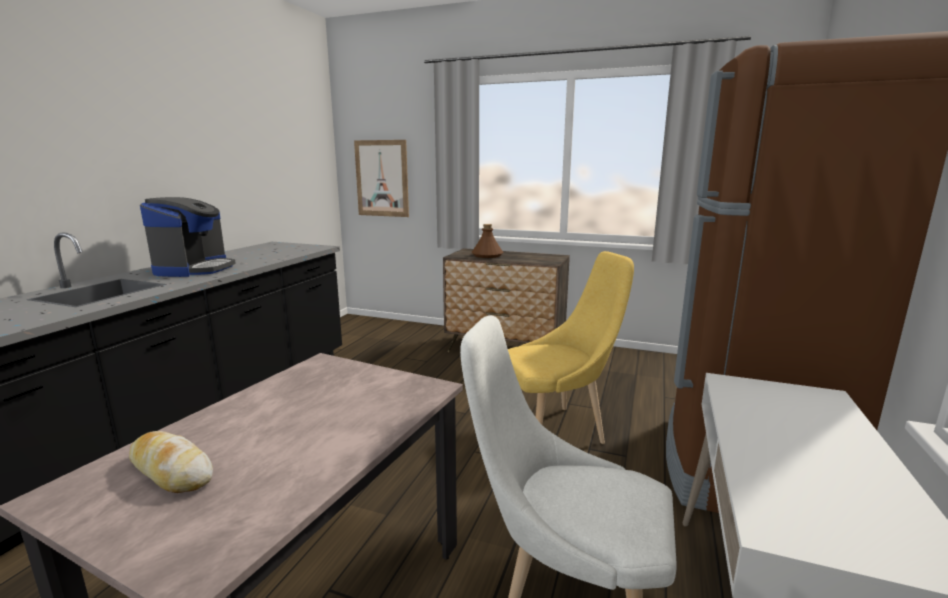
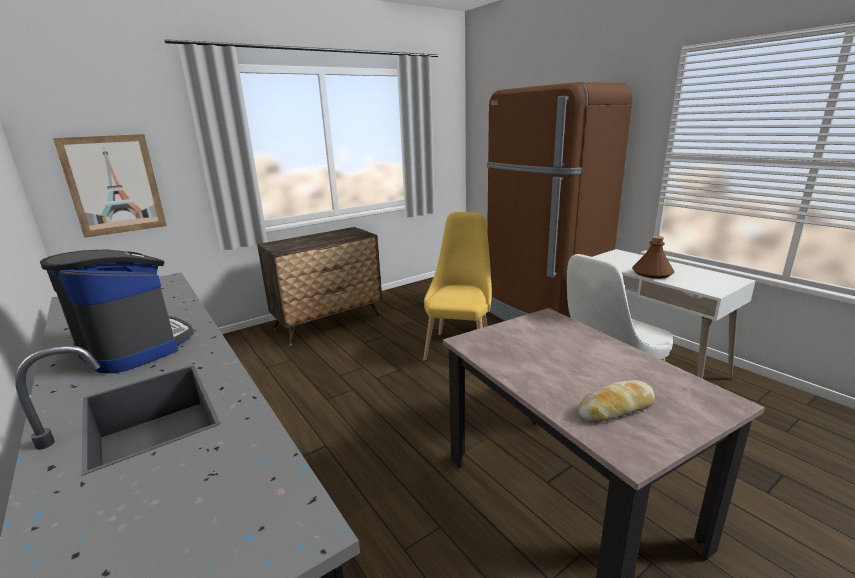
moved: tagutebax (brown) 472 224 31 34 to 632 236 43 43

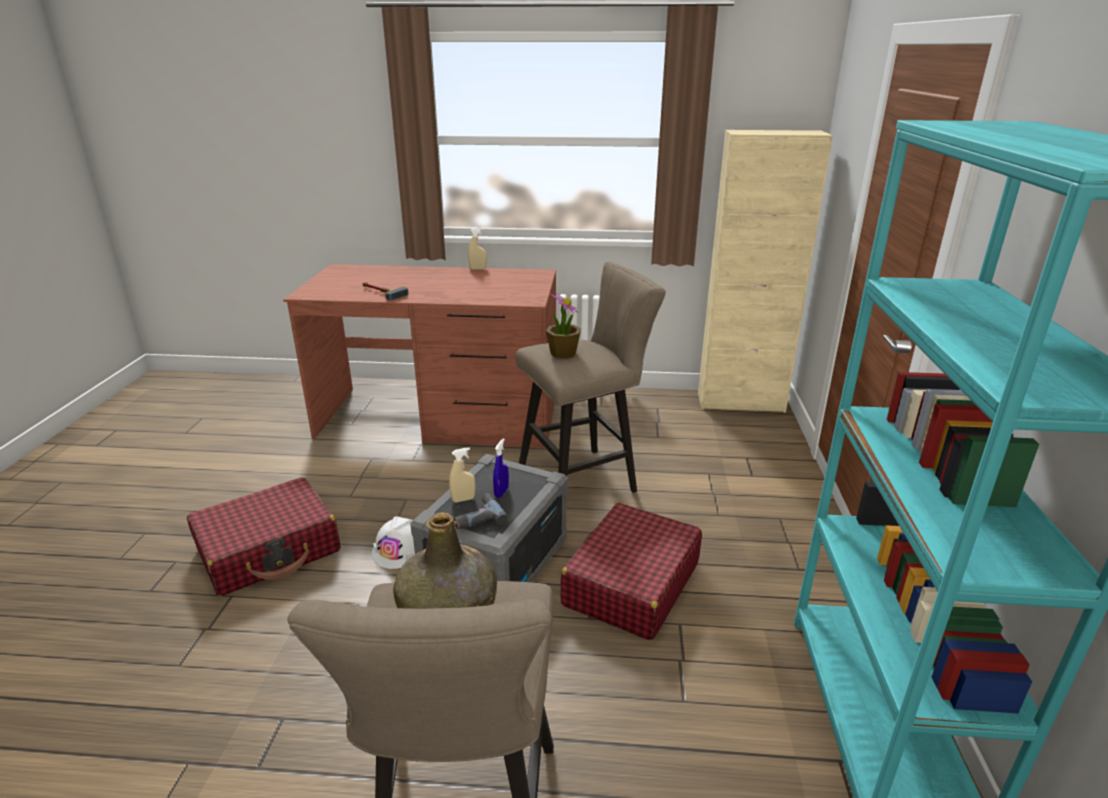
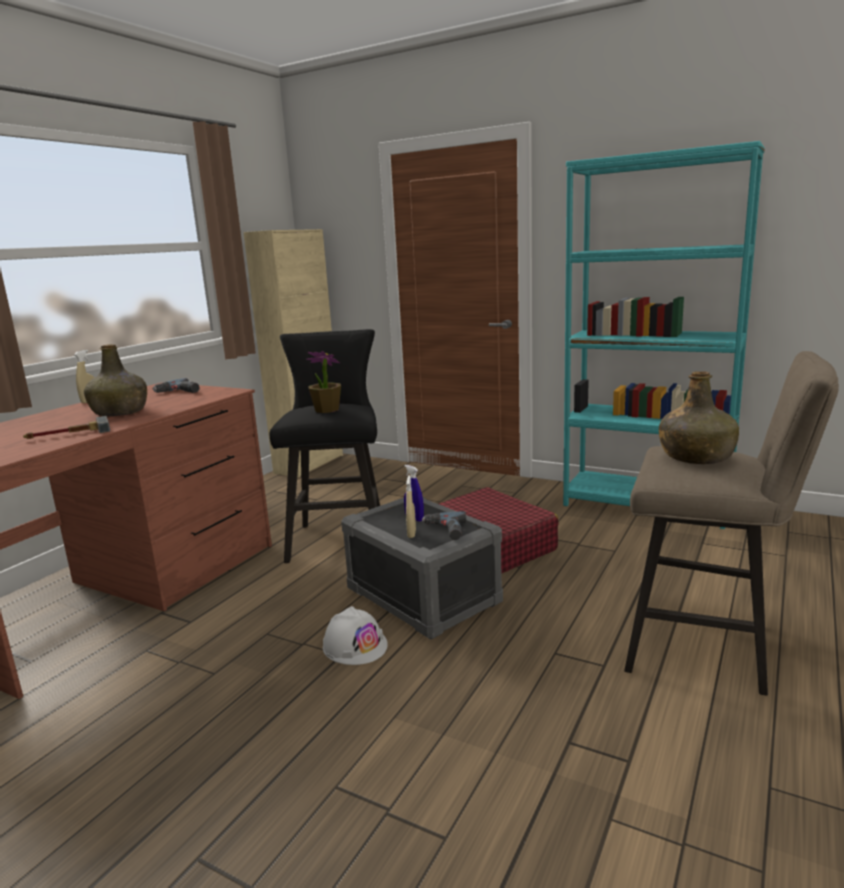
removed: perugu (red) 187 477 154 119
added: tagutebax (green) 84 344 63 72; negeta 153 378 46 15
recoloured: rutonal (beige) 516 261 150 232 to rutonal (black) 269 329 111 234

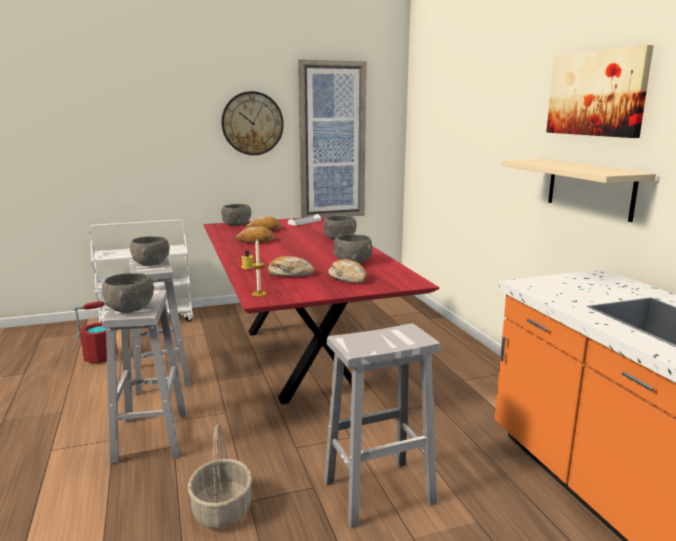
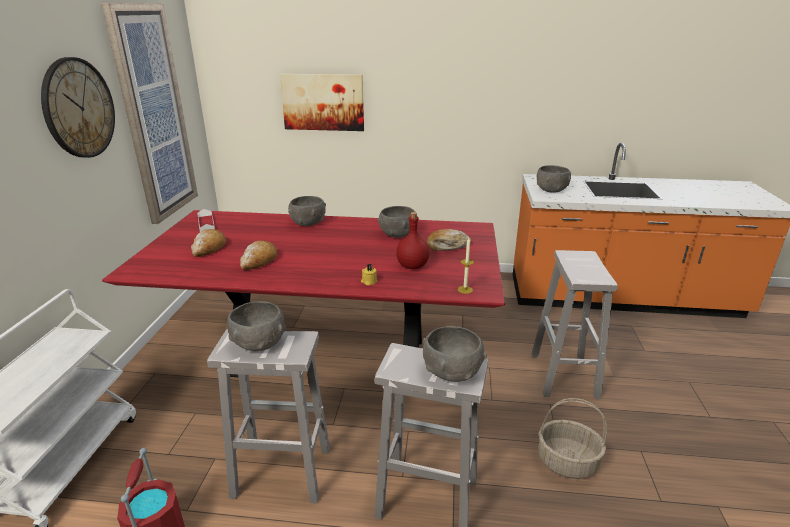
removed: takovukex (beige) 502 159 154 63
moved: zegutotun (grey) 221 204 30 22 to 537 165 34 27; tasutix 546 45 108 93 to 280 73 84 58
replaced: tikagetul 268 256 46 21 to tagutebax (red) 396 212 34 57

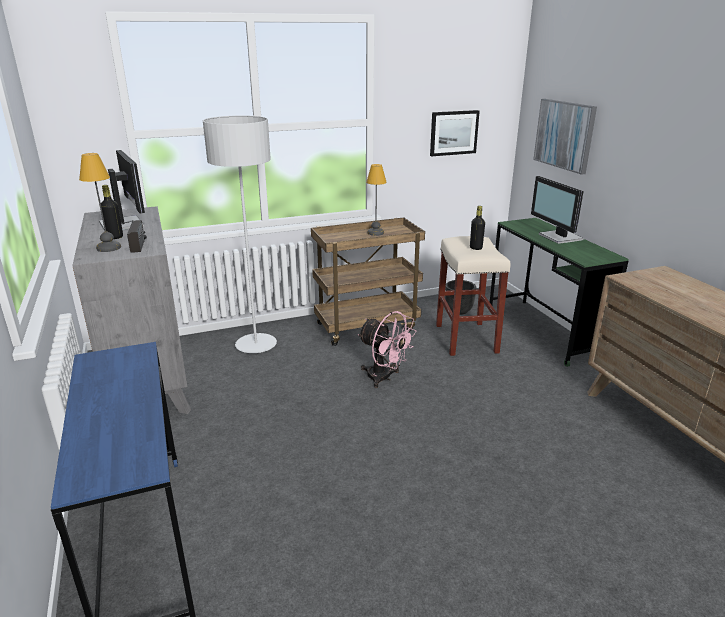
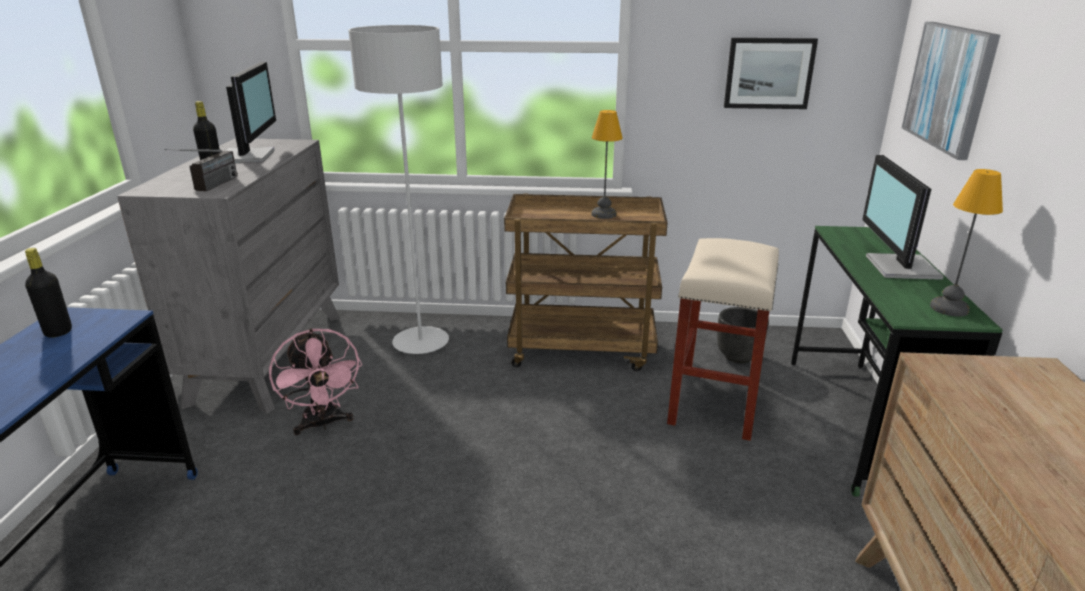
moved: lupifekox 79 153 42 99 to 930 169 73 147; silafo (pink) 358 311 59 77 to 269 328 93 107; tagutebax (black) 470 206 15 44 to 25 248 47 90

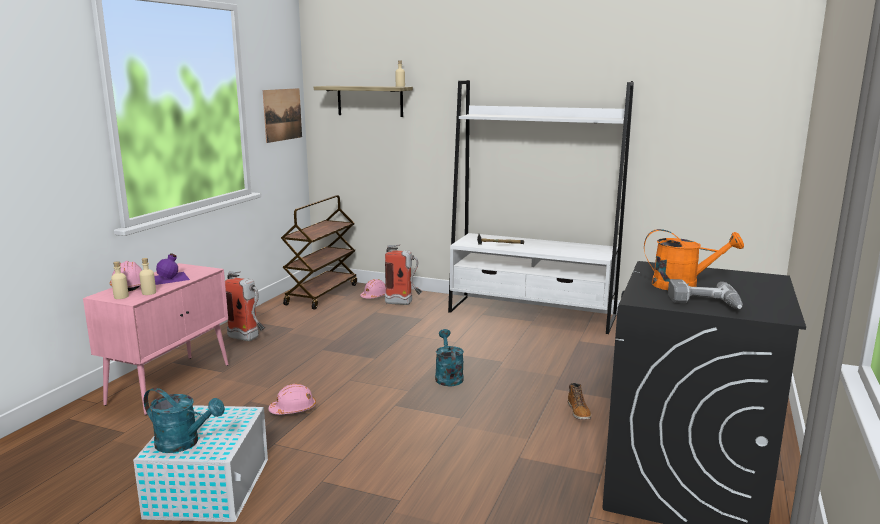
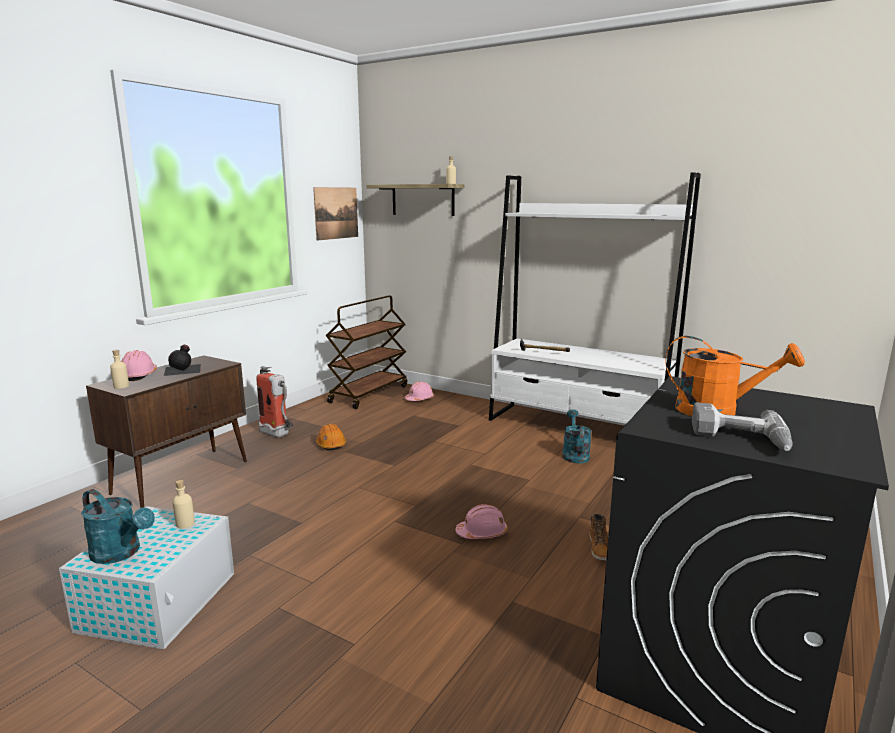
removed: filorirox 385 245 37 60
added: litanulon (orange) 316 424 30 27
moved: tagutebax (beige) 139 258 17 37 to 173 480 22 49; litanulon (pink) 268 384 48 30 to 456 504 52 35; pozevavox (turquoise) 435 329 29 57 to 562 409 30 54
recoloured: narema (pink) 83 263 146 152 to narema (brown) 86 355 161 153; tagutebax (purple) 154 253 36 32 to tagutebax (black) 164 345 37 31

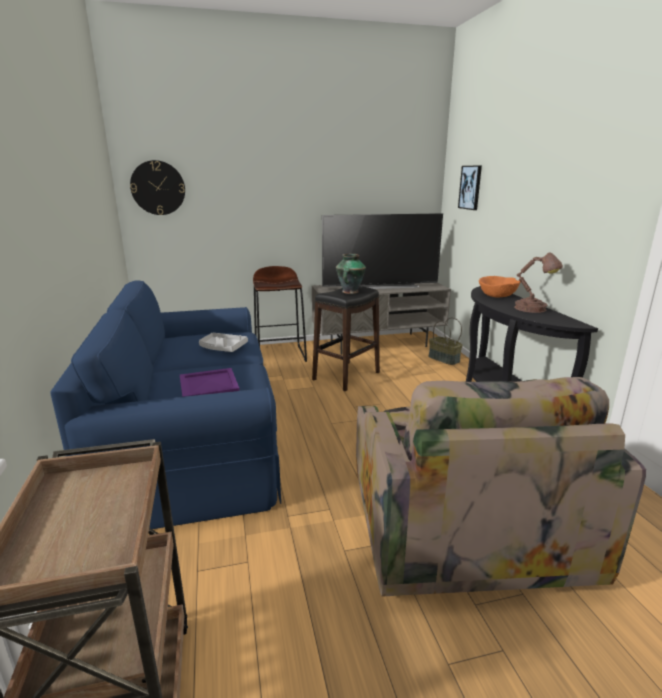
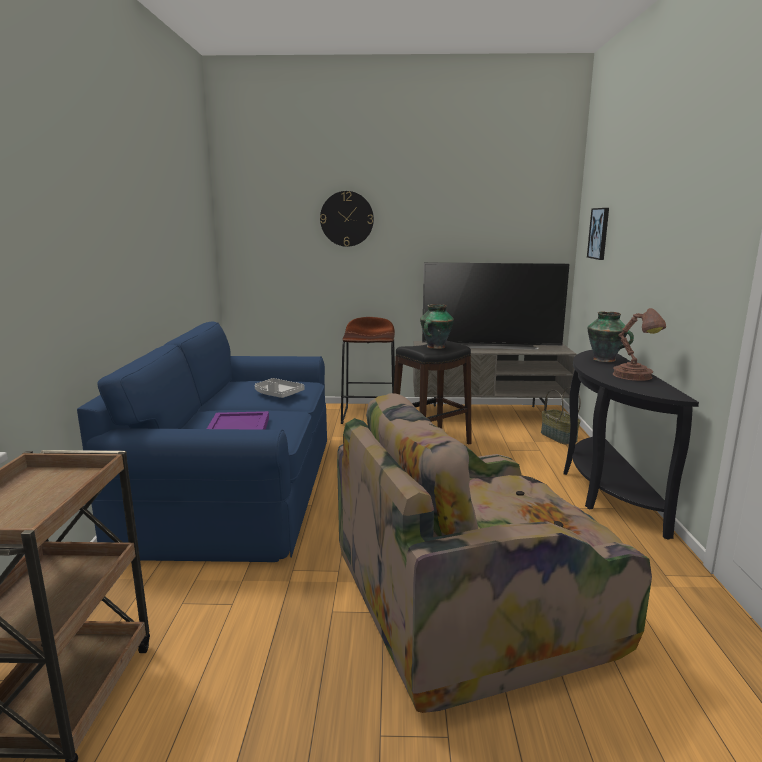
moved: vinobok 130 160 55 55 to 320 191 54 56
replaced: zegutotun (orange) 479 276 42 22 to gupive 587 311 47 51
turned: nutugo 356 377 290 220 = 337 393 315 320 60 degrees clockwise

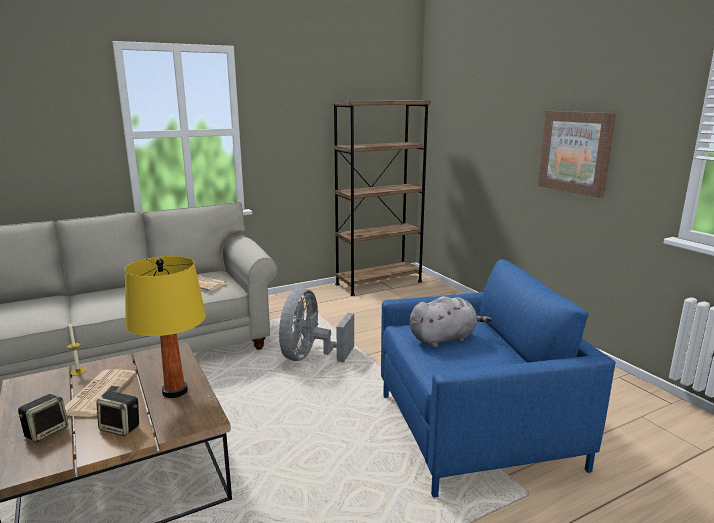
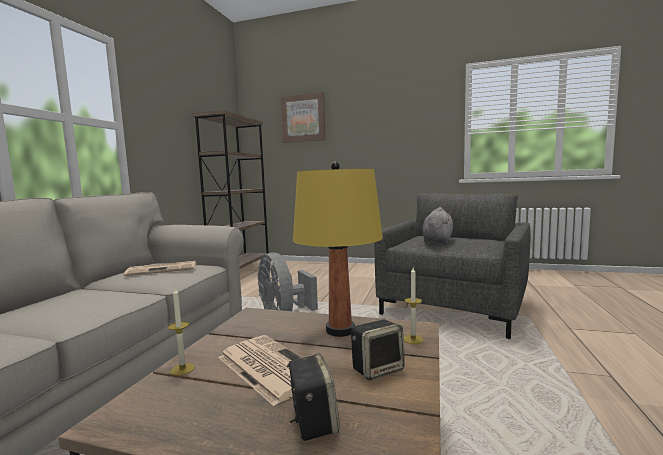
added: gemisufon 404 268 20 76
moved: tasutix 538 111 78 87 to 280 92 46 51
recoloured: nutugo (blue) 381 259 235 239 to nutugo (grey) 374 193 157 146

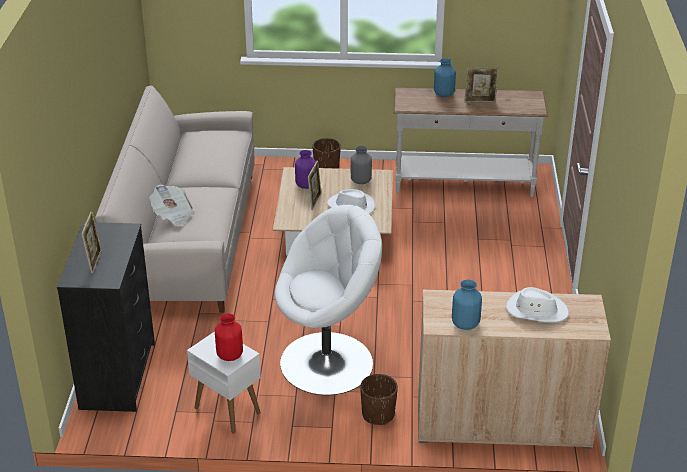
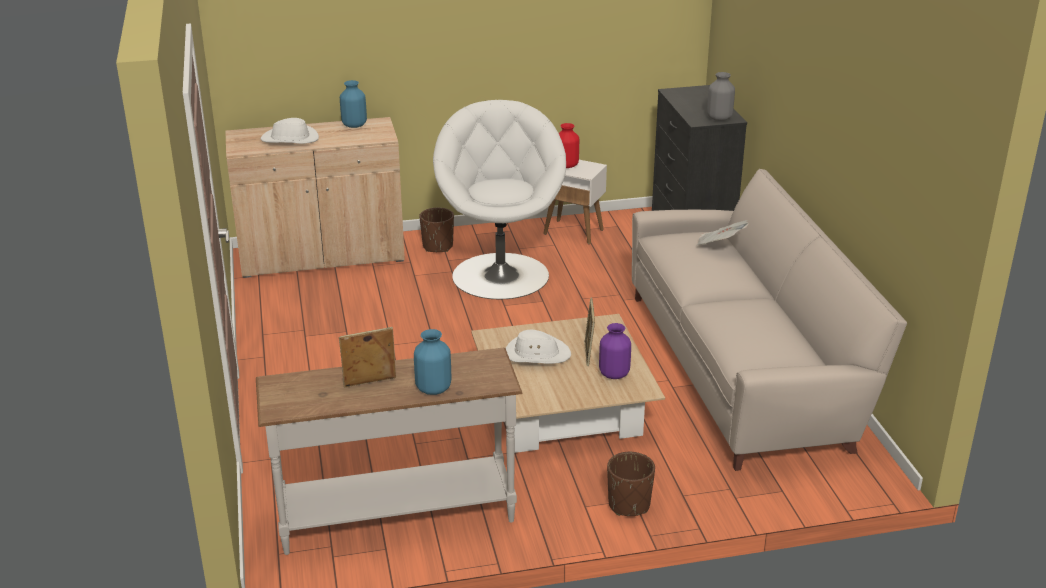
removed: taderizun 81 211 20 63
moved: gupive (grey) 351 146 21 38 to 707 72 28 49
turned: nutugo (white) 275 205 107 190 = 433 100 133 199 120 degrees clockwise

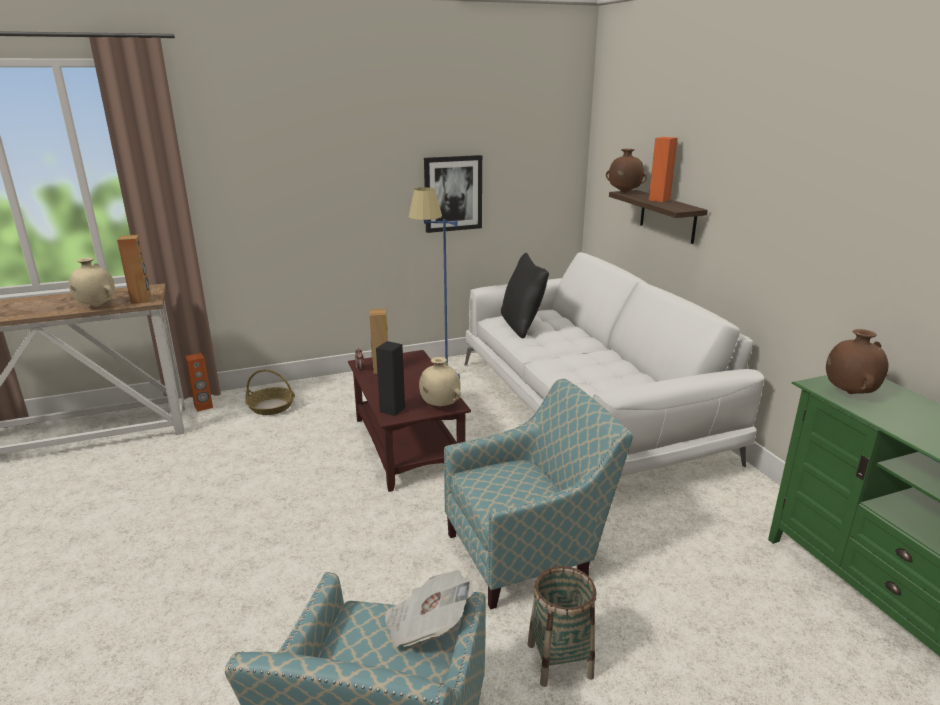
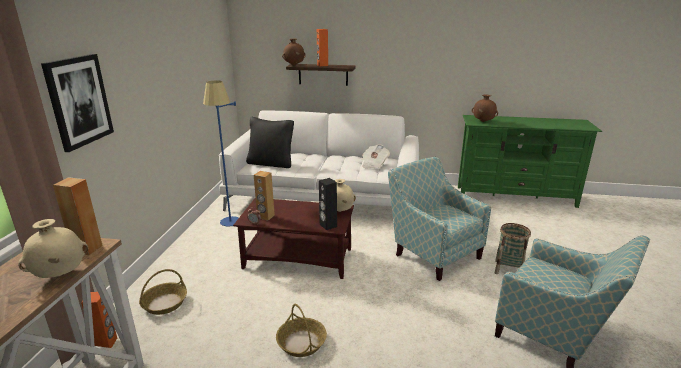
added: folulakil 276 304 51 53
moved: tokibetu 384 570 89 78 to 362 144 28 24; tasutix 424 155 58 78 to 41 54 73 98
turned: nutugo 444 379 189 230 = 388 157 103 124 45 degrees counterclockwise

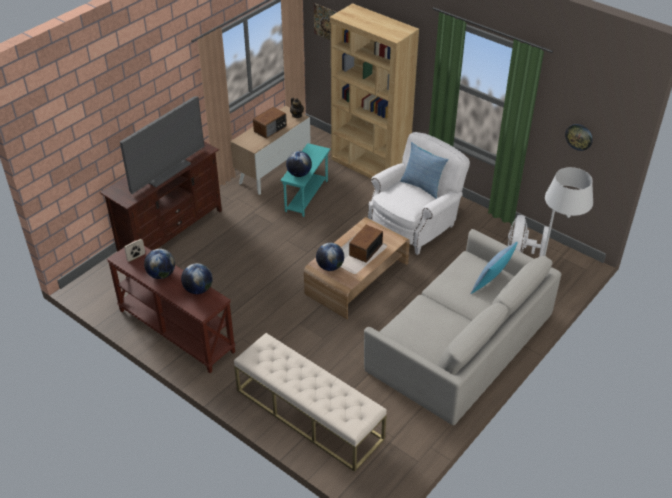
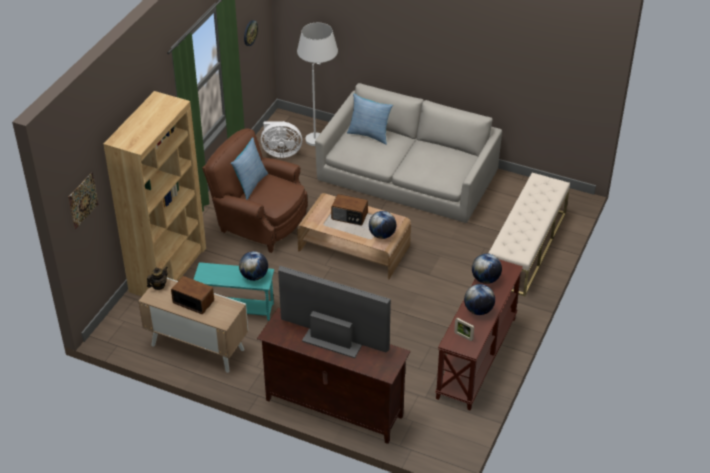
recoloured: nutugo (white) 368 132 102 123 to nutugo (brown) 202 128 106 125

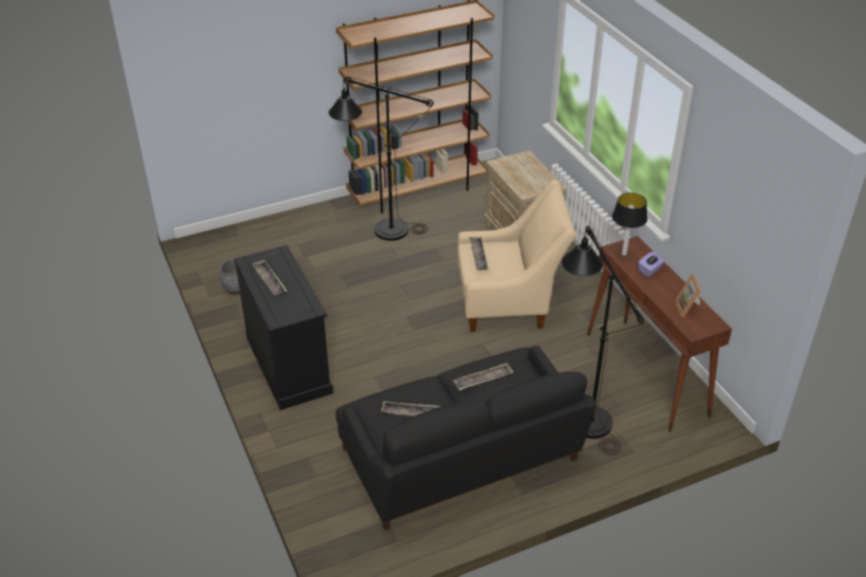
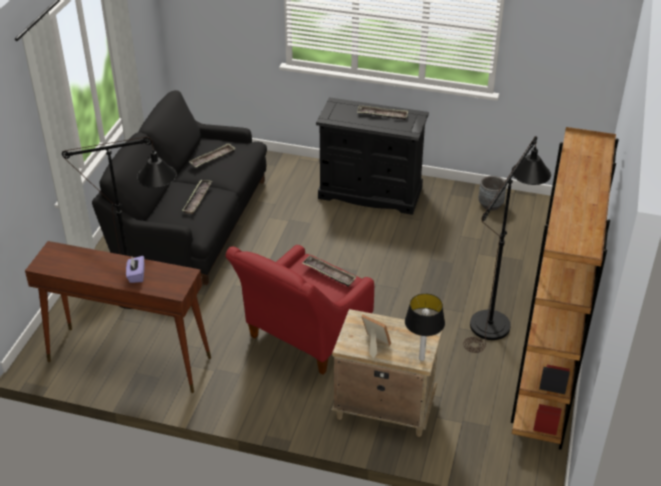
moved: lupifekox 612 192 35 64 to 405 293 40 68; taderizun 675 274 26 43 to 361 314 30 45
recoloured: nutugo (beige) 457 179 120 153 to nutugo (red) 226 245 148 130

